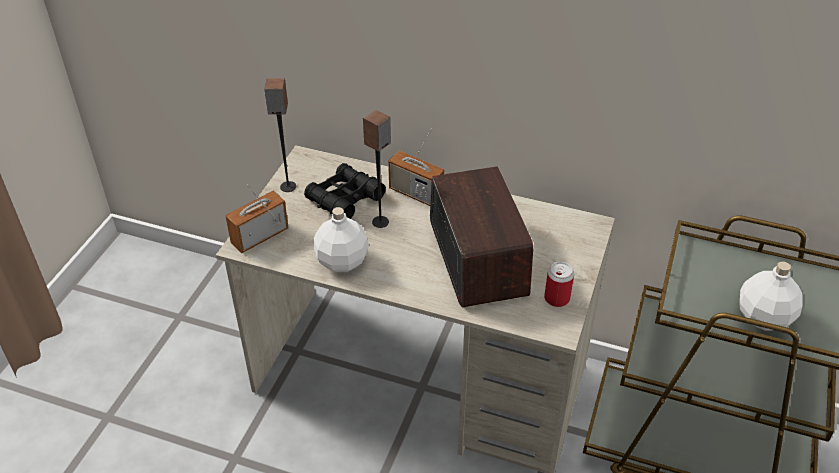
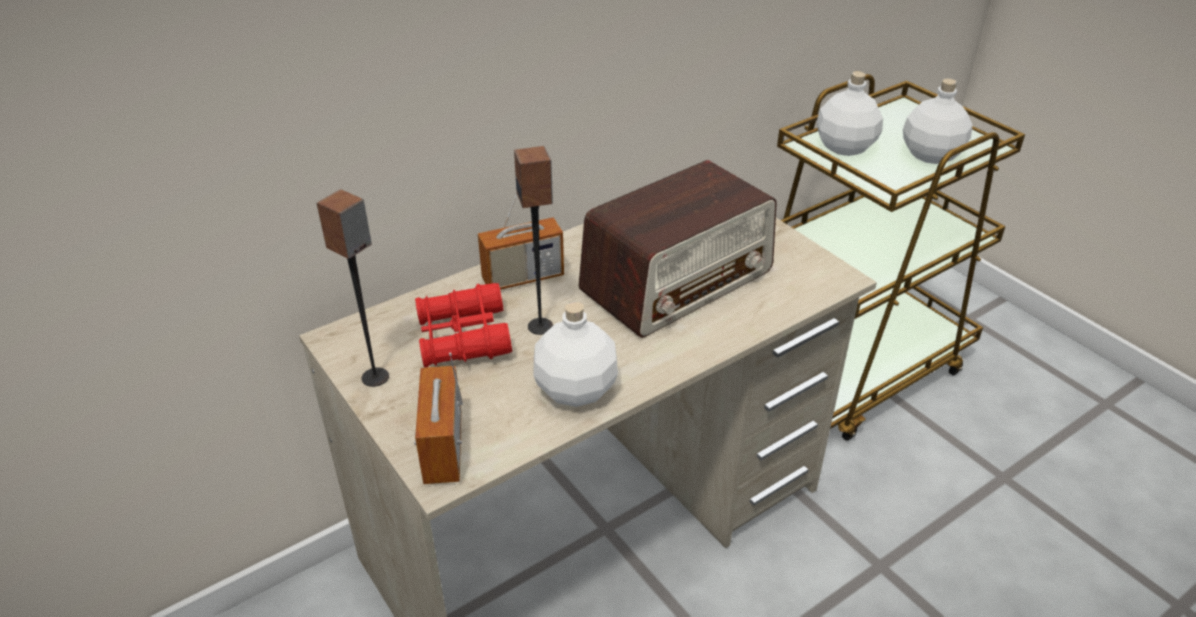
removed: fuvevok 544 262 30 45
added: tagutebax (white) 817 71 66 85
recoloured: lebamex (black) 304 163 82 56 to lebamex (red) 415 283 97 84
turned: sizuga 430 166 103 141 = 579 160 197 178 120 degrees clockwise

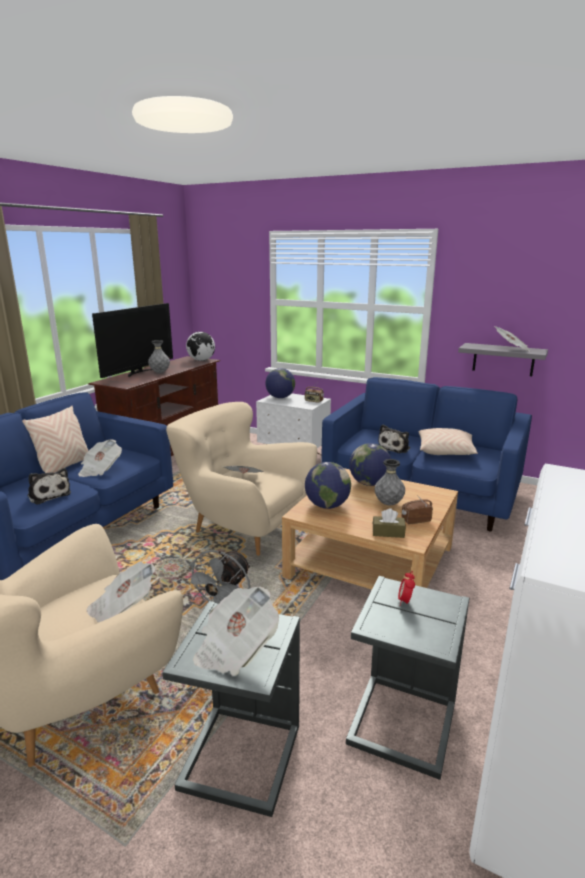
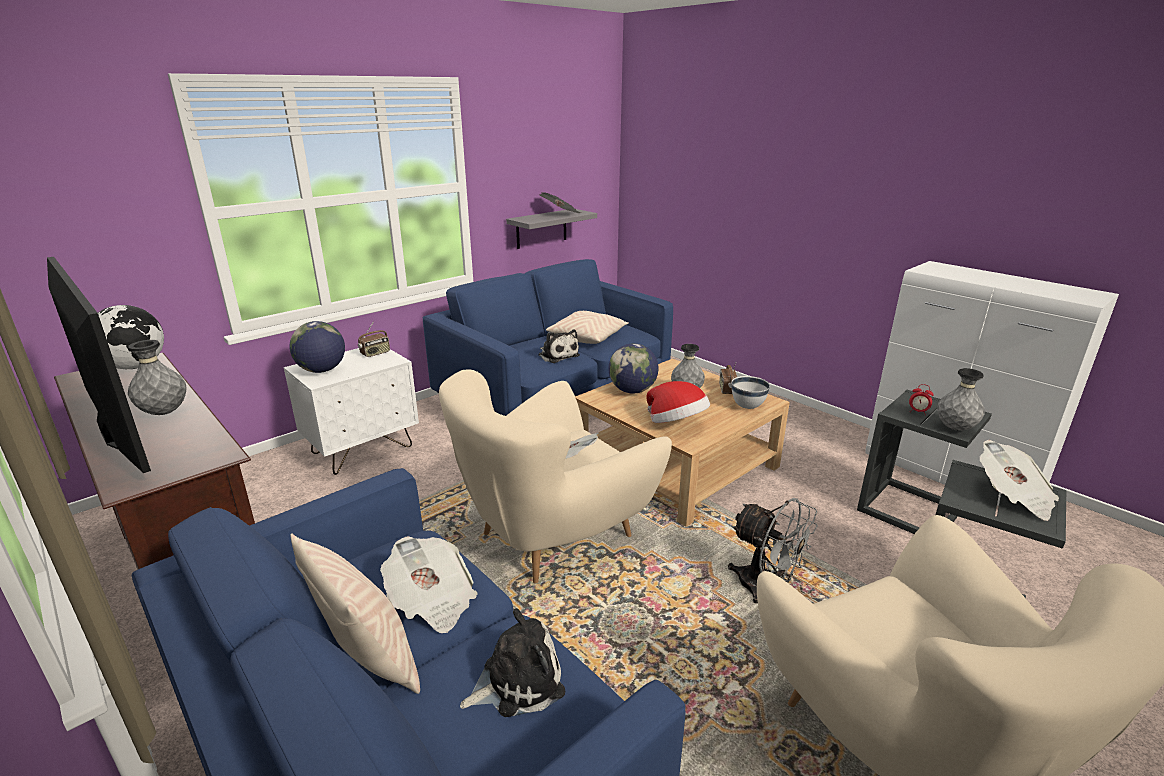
removed: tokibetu 86 562 70 60
added: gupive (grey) 937 368 47 63
replaced: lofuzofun 305 462 46 47 to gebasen 646 381 64 42; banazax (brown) 373 509 33 29 to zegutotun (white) 731 376 39 33

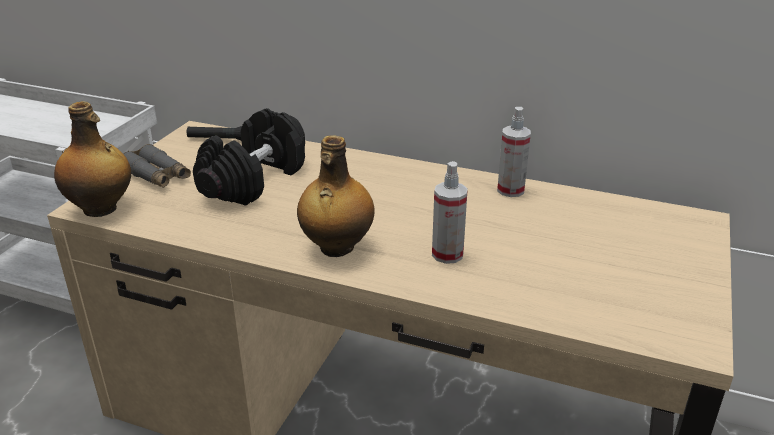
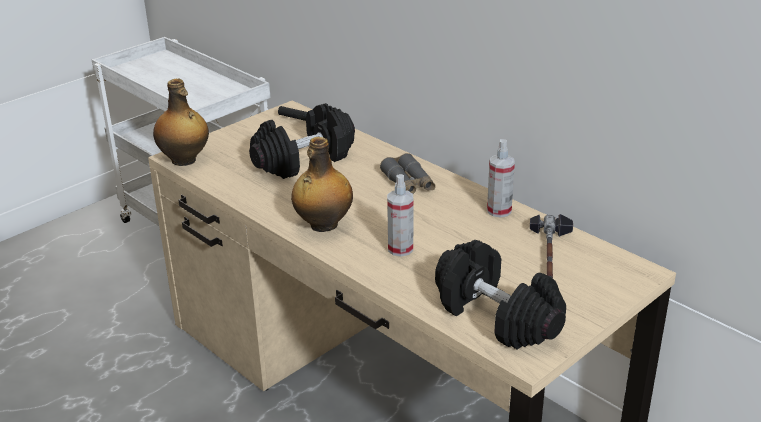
added: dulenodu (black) 435 240 131 110; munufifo 530 214 43 64
moved: lebamex (grey) 123 144 68 44 to 380 153 56 41

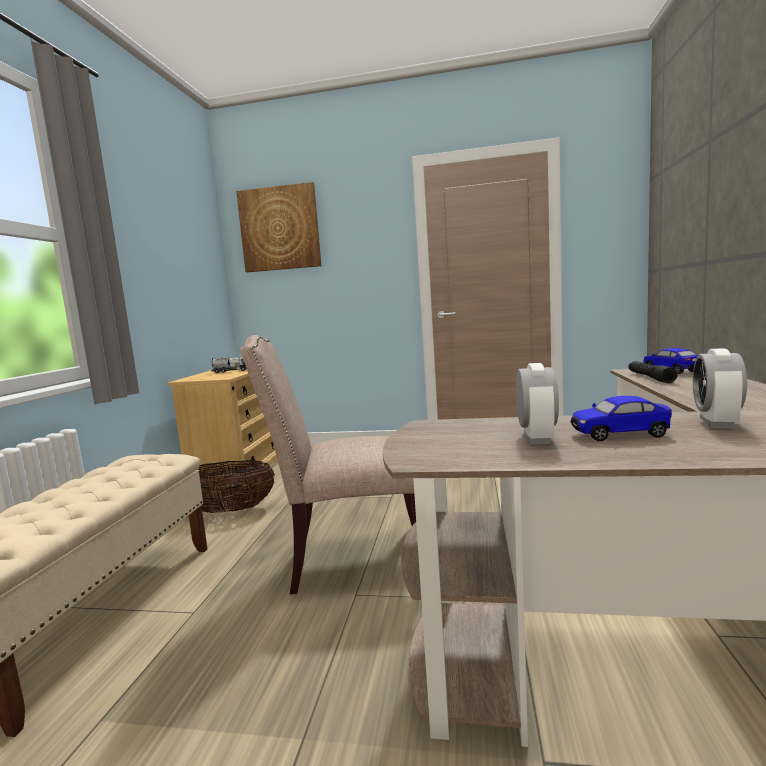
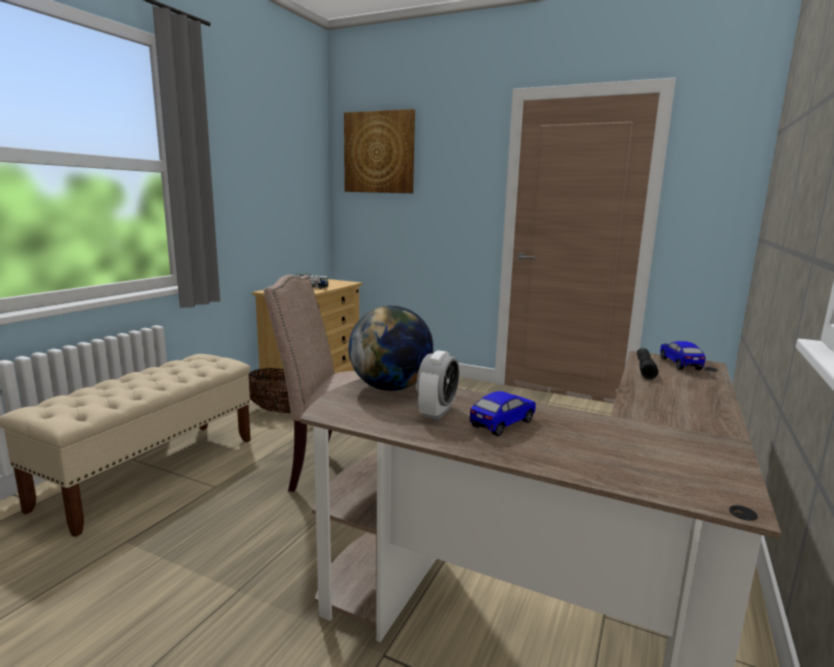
removed: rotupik 693 348 54 80
added: lofuzofun 349 306 85 85
turned: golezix 571 396 101 45 = 470 391 66 45 120 degrees clockwise

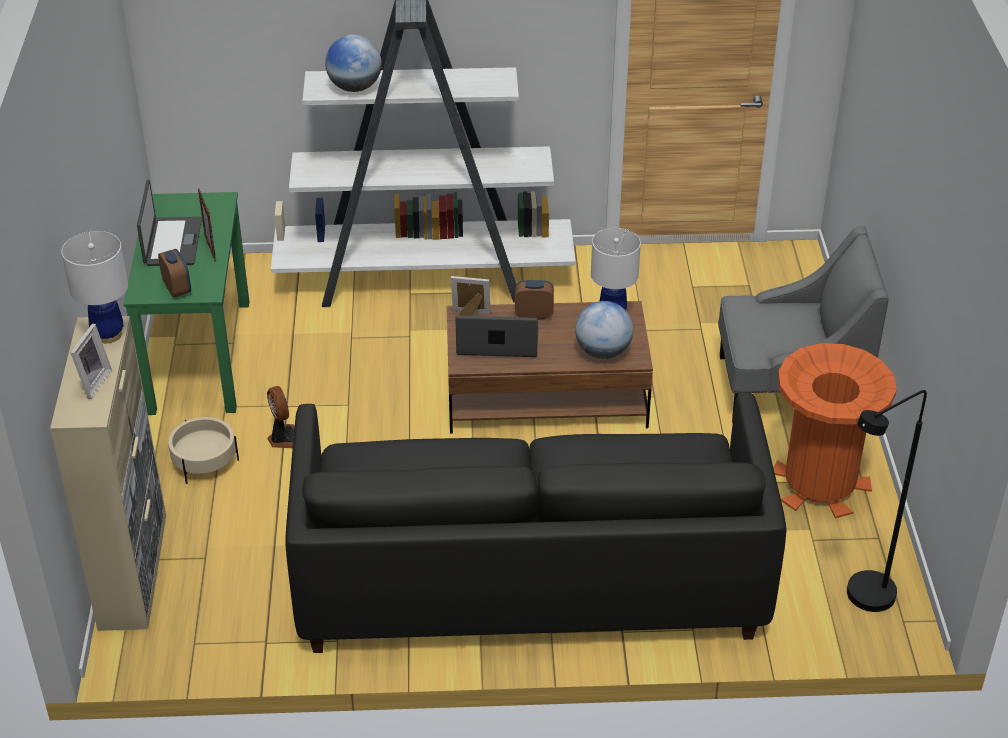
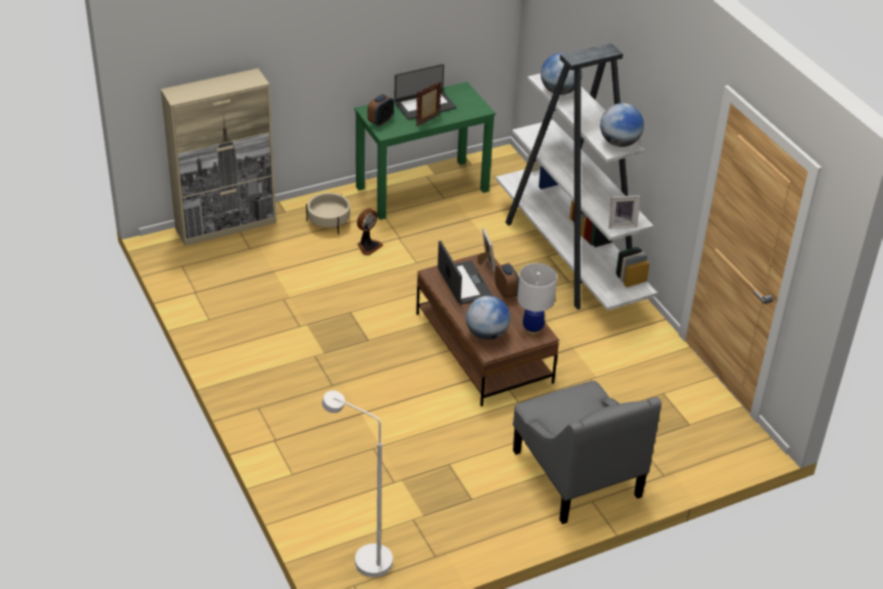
removed: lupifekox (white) 61 231 67 112; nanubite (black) 285 392 502 261; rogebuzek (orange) 773 343 124 175
added: lofuzofun 600 103 44 44
moved: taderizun 71 324 41 75 to 609 195 31 34
recoloured: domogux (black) 847 390 80 222 to domogux (white) 322 390 71 187

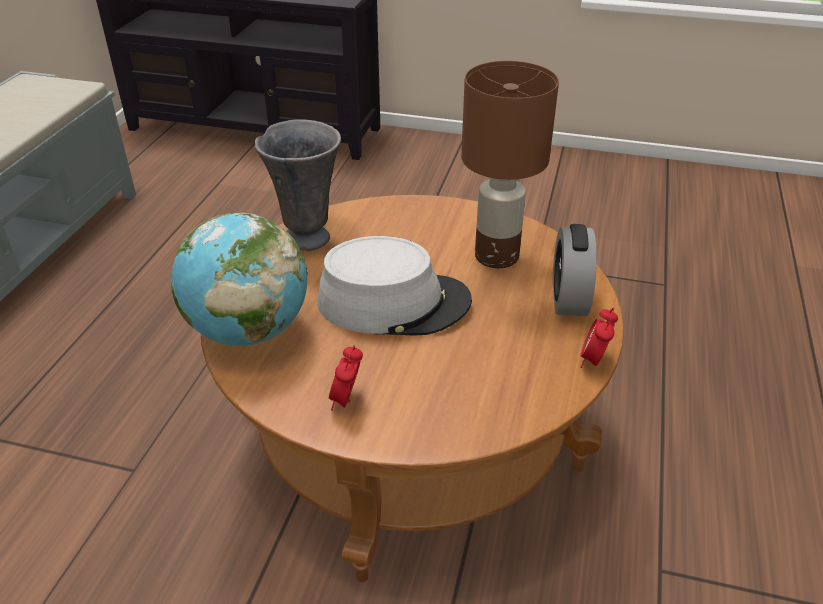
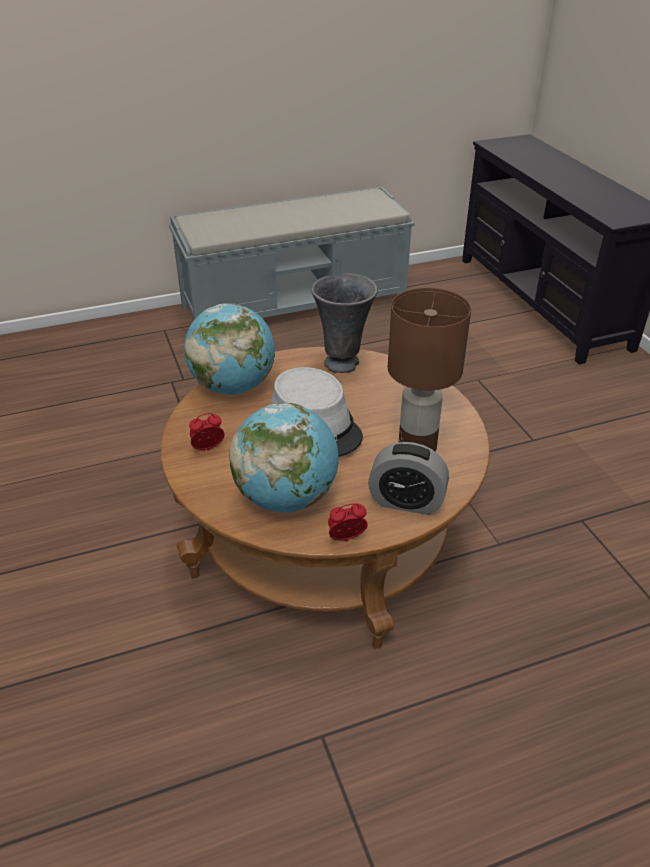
added: lofuzofun 229 403 110 109
turned: rotupik 552 224 45 92 = 368 442 81 73 135 degrees counterclockwise

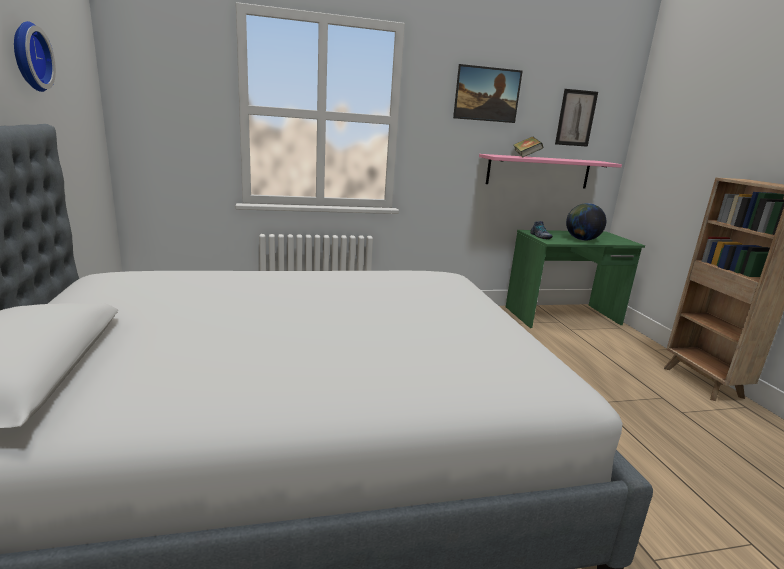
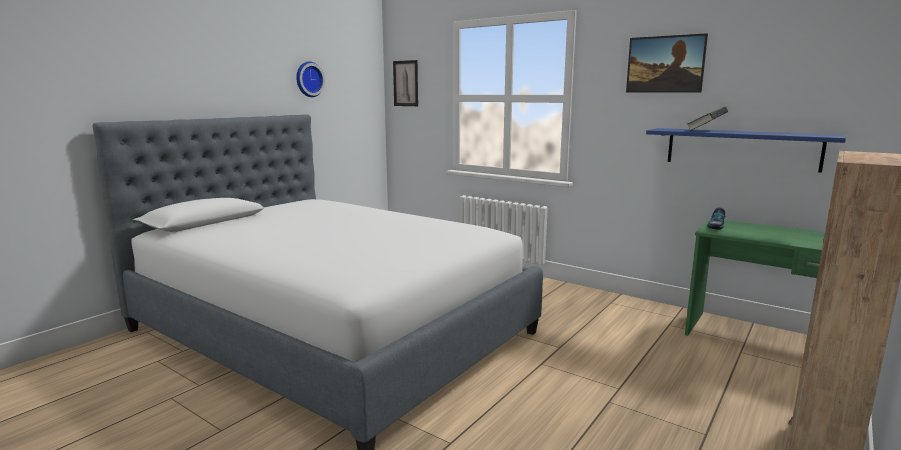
removed: lofuzofun 566 203 40 38
moved: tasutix 555 89 43 58 to 393 60 25 46
recoloured: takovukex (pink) 479 154 143 35 to takovukex (blue) 646 128 200 45

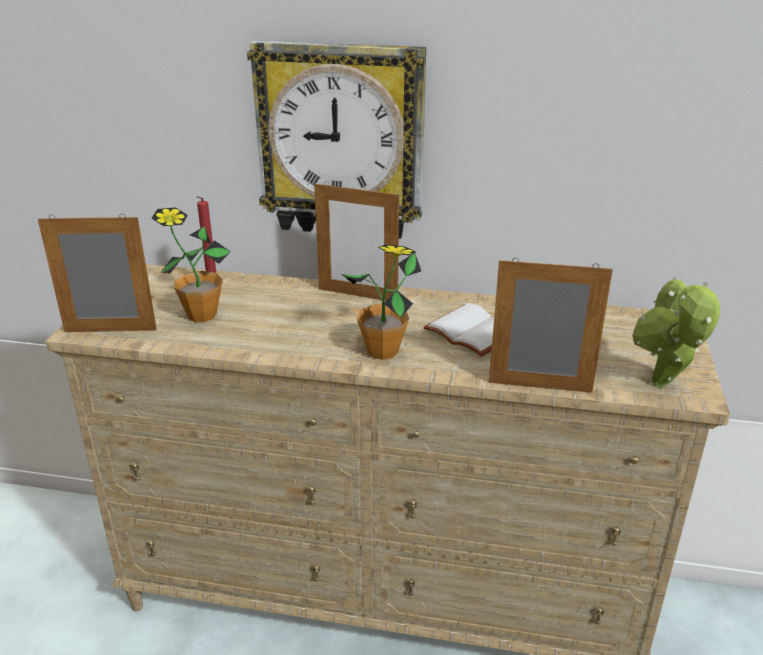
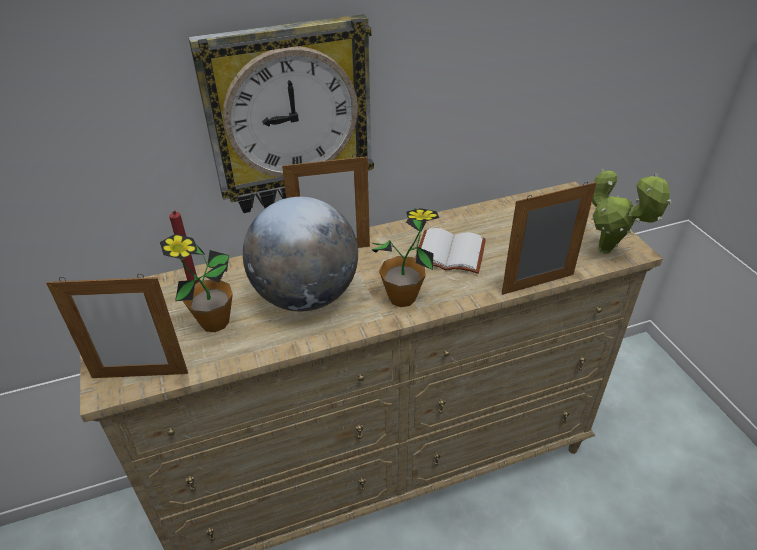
added: lofuzofun 243 197 115 115
turned: taderizun 38 214 119 118 = 46 274 142 104 150 degrees counterclockwise

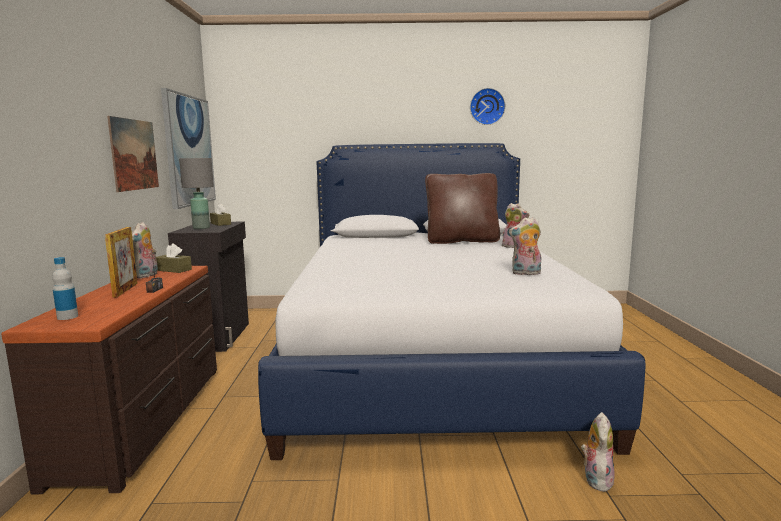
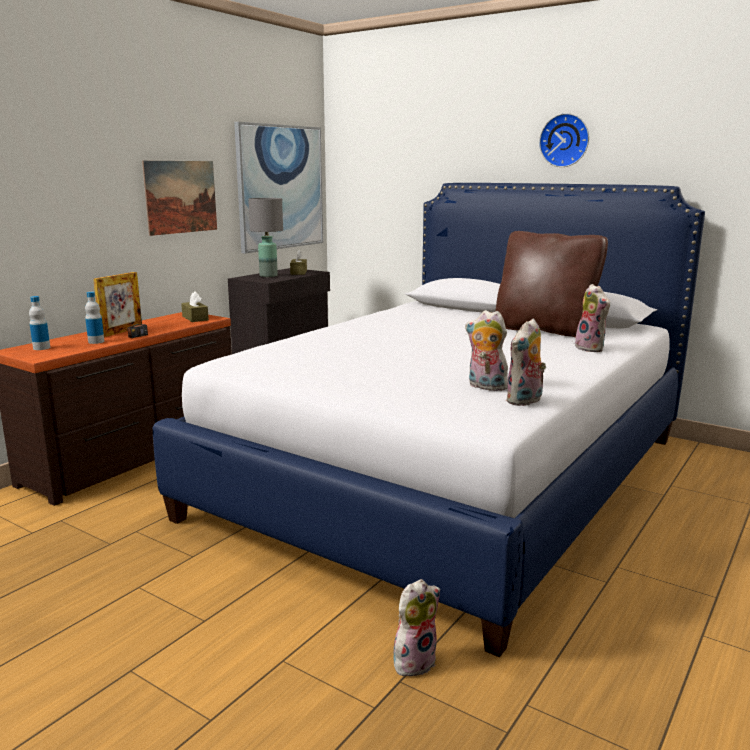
added: tagutebax 85 292 19 52
moved: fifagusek 132 222 26 56 to 506 319 40 87; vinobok 470 88 36 37 to 539 113 50 54

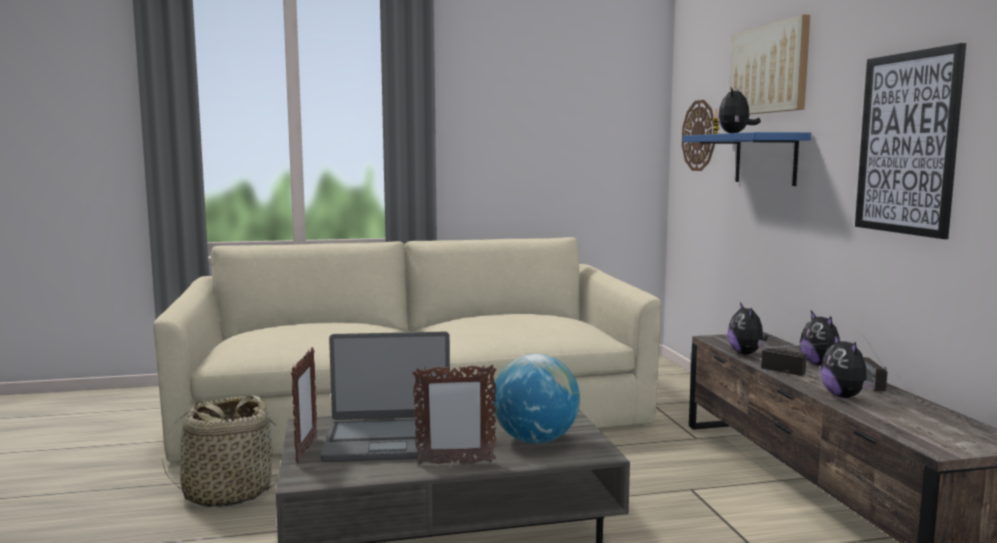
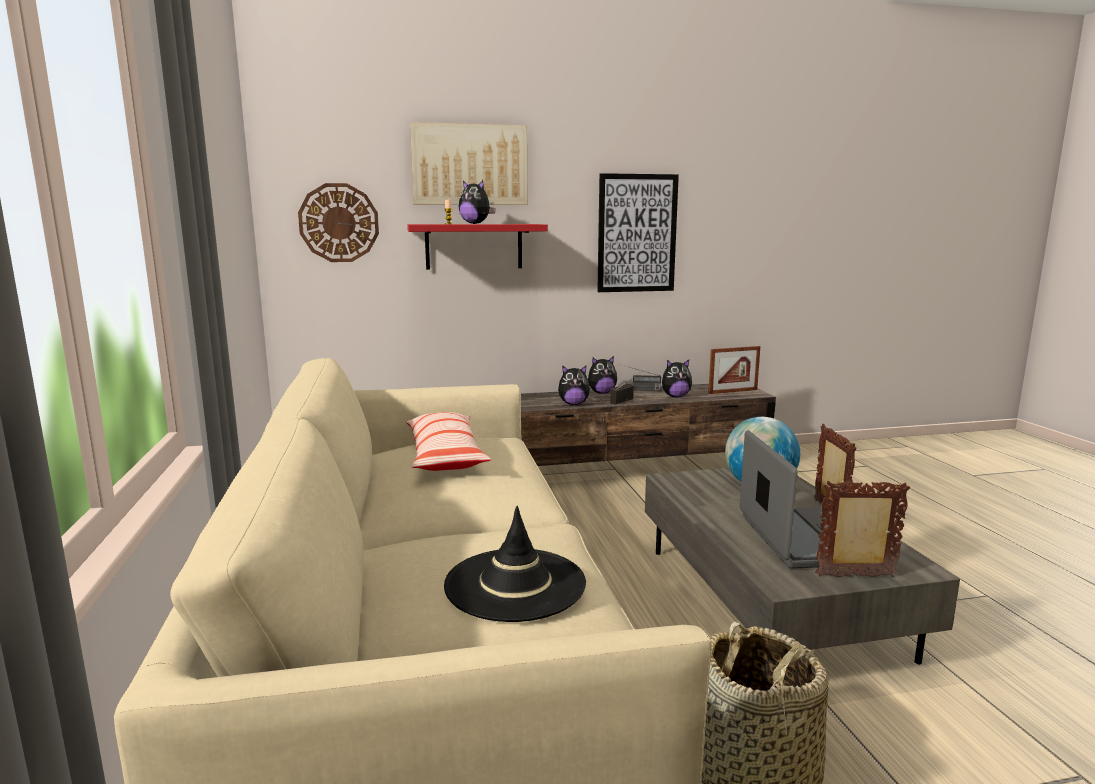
added: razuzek 406 412 85 59; gebasen (black) 444 506 142 116; taderizun 708 346 52 48
recoloured: takovukex (blue) 683 132 128 54 to takovukex (red) 407 224 141 46

